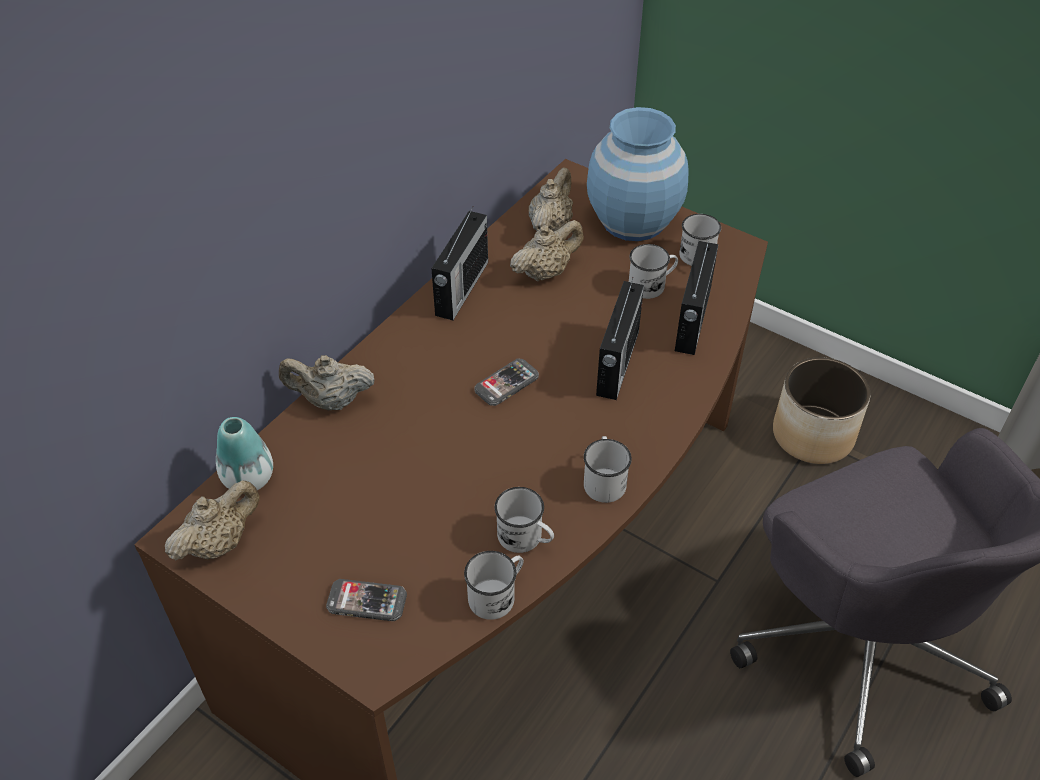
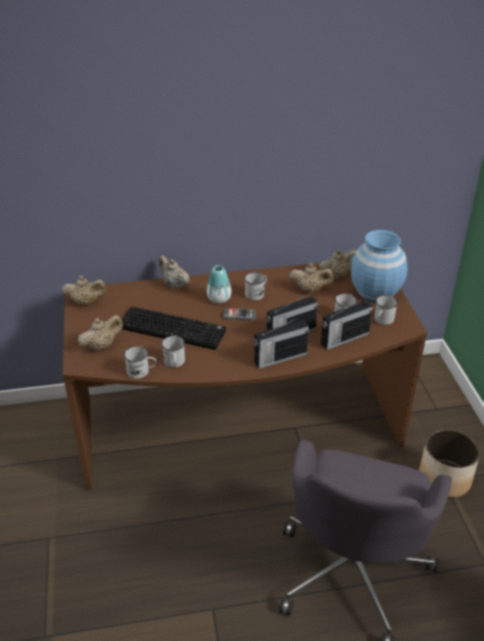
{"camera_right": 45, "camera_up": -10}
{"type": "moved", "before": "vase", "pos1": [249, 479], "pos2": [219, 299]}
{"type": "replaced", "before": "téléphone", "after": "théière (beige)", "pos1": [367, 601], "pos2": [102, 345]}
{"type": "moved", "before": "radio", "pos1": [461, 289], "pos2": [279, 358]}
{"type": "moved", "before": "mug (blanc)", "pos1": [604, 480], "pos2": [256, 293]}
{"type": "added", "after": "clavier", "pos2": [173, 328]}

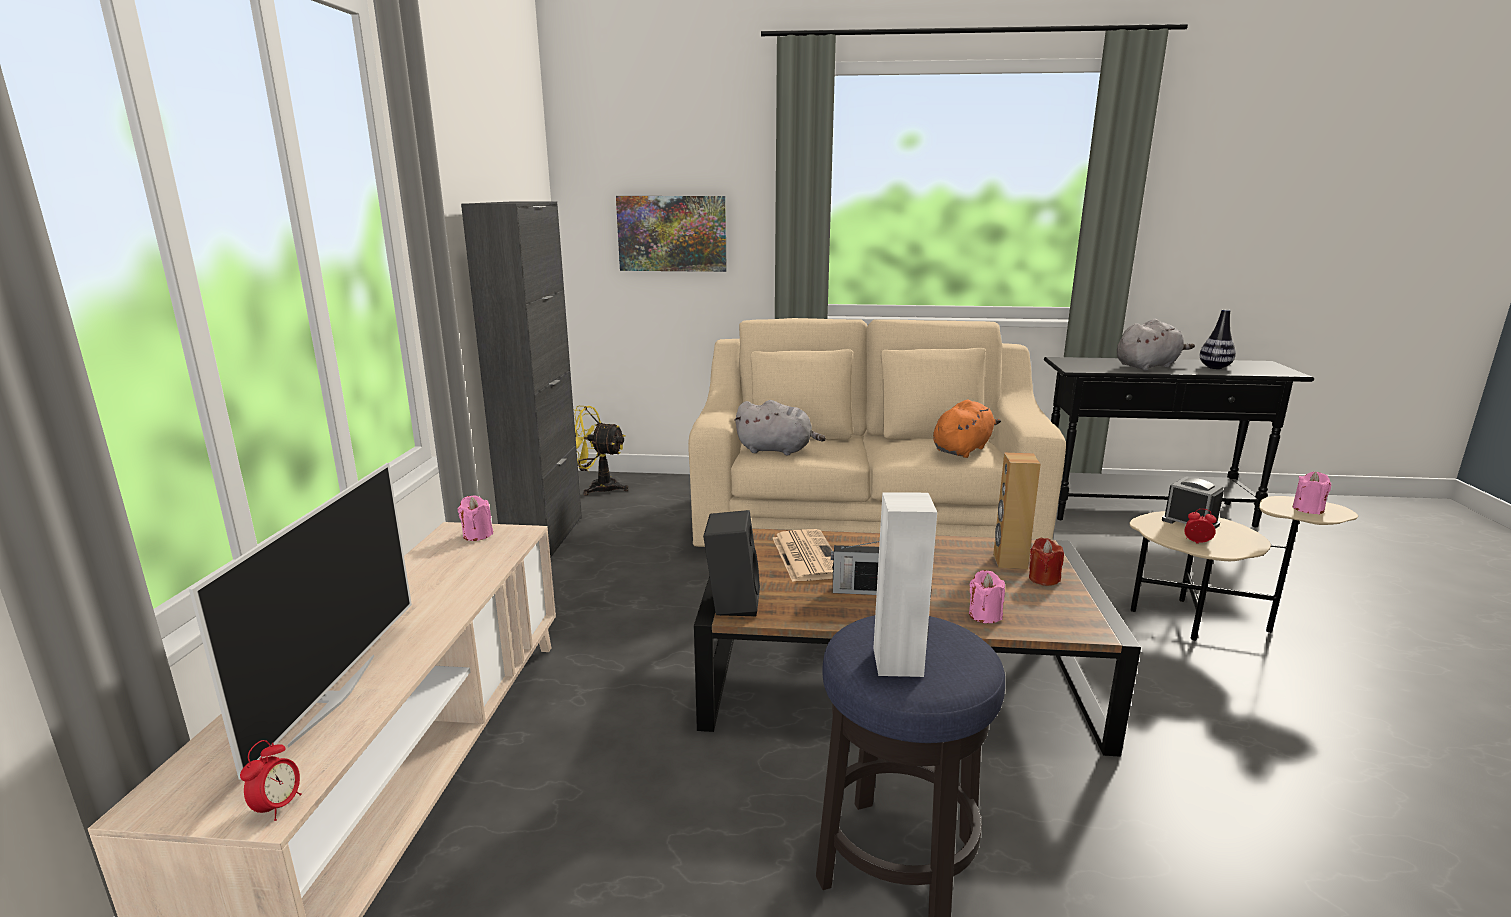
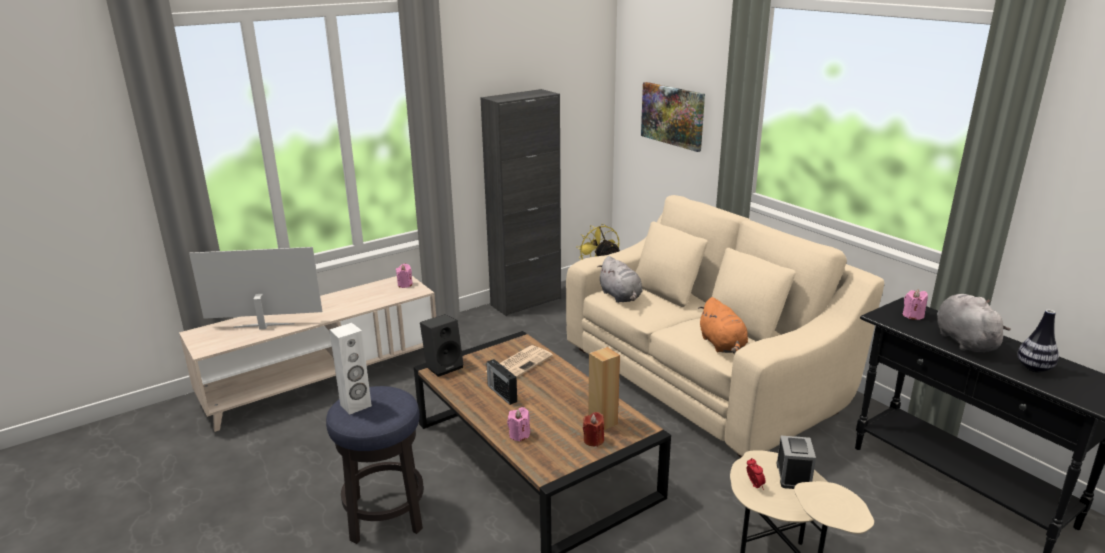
{"camera_right": 50, "camera_up": 5}
{"type": "turned", "before": "téléviseur", "pos1": [332, 698], "pos2": [263, 326], "turn": -150}
{"type": "removed", "before": "réveil", "pos1": [278, 807]}
{"type": "turned", "before": "peluche (orange)", "pos1": [962, 449], "pos2": [722, 345], "turn": 75}
{"type": "turned", "before": "peluche (gris)", "pos1": [1148, 366], "pos2": [963, 340], "turn": -120}
{"type": "moved", "before": "bougie (rose)", "pos1": [1308, 509], "pos2": [912, 315]}

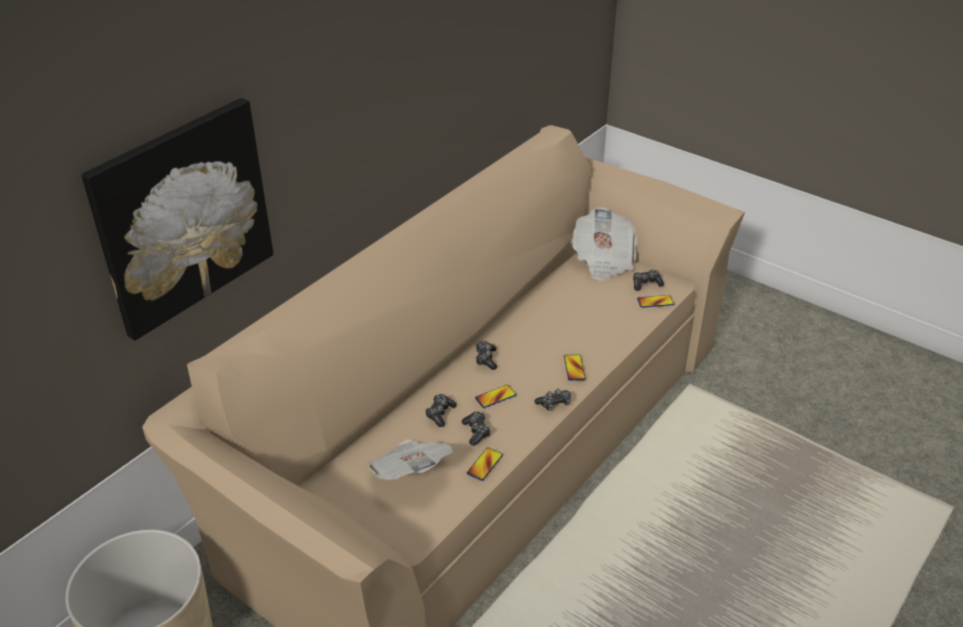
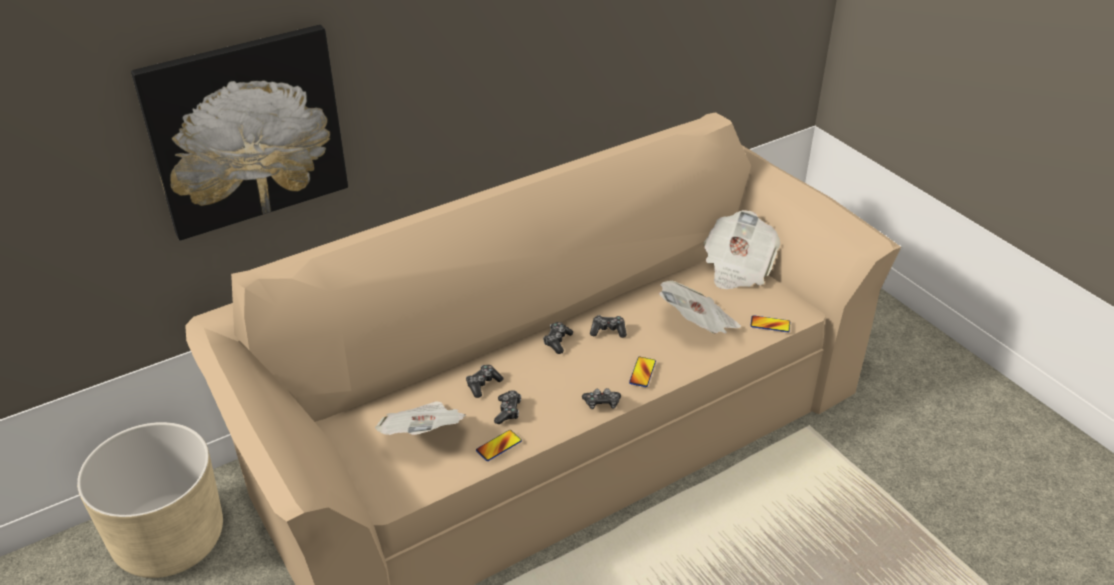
{"camera_right": 20, "camera_up": 0}
{"type": "removed", "before": "téléphone", "pos1": [495, 397]}
{"type": "moved", "before": "manette", "pos1": [646, 284], "pos2": [608, 330]}
{"type": "added", "after": "journal", "pos2": [698, 325]}

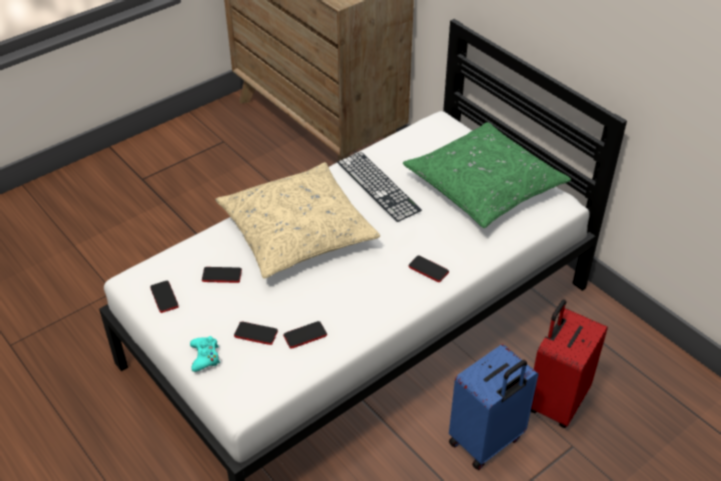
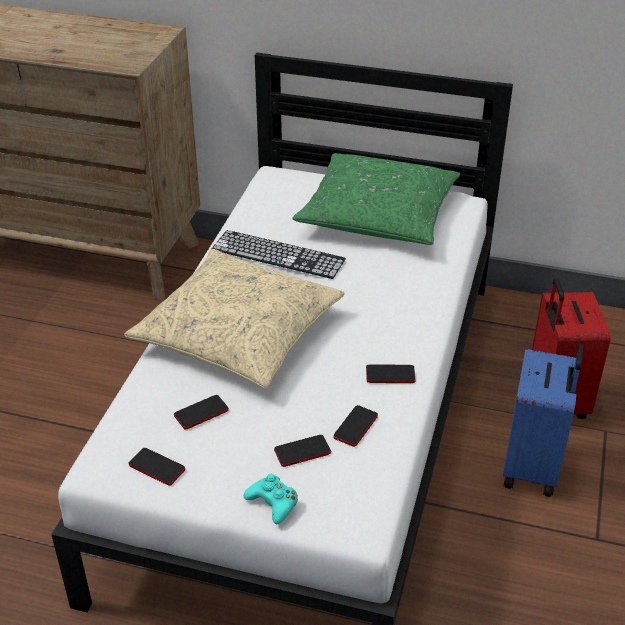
{"camera_right": -35, "camera_up": -5}
{"type": "moved", "before": "téléphone", "pos1": [428, 269], "pos2": [390, 375]}

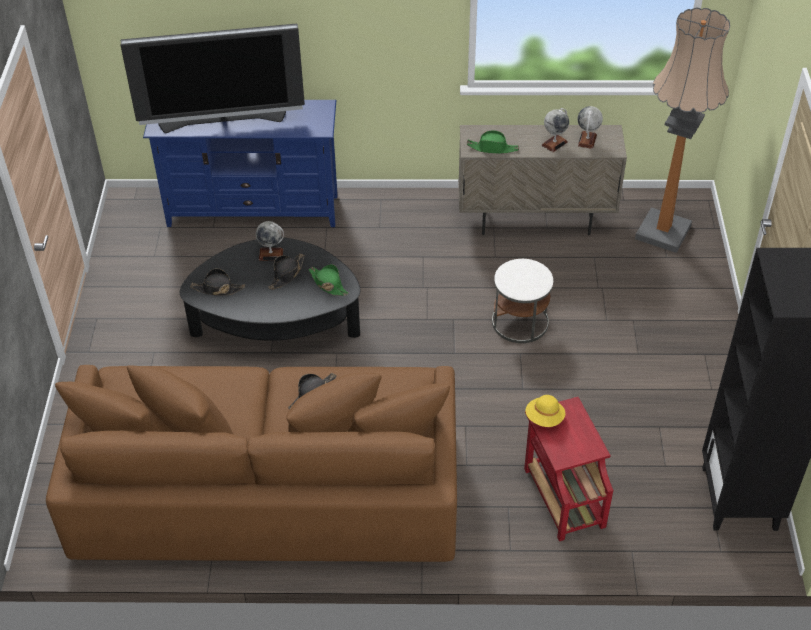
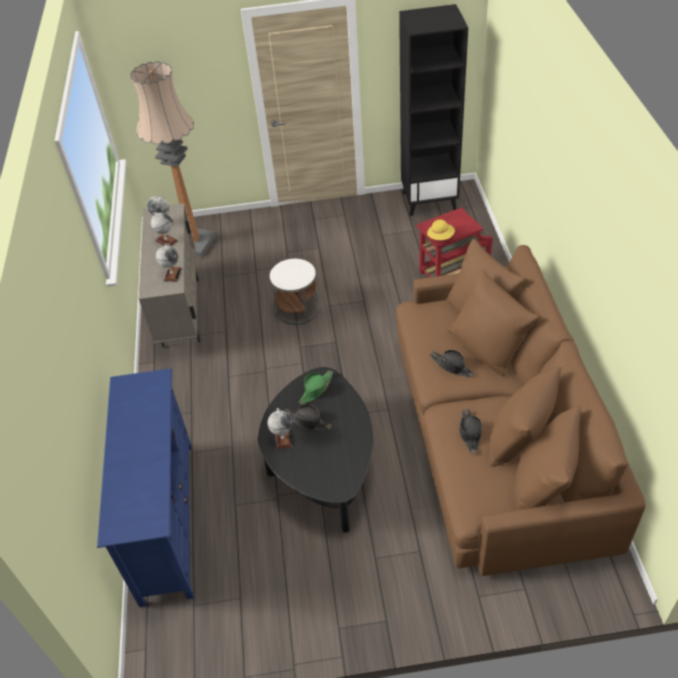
{"camera_right": -95, "camera_up": 0}
{"type": "removed", "before": "téléviseur", "pos1": [223, 120]}
{"type": "moved", "before": "chapeau (noir)", "pos1": [217, 289], "pos2": [469, 433]}
{"type": "replaced", "before": "chapeau (vert)", "after": "globe", "pos1": [493, 148], "pos2": [172, 274]}

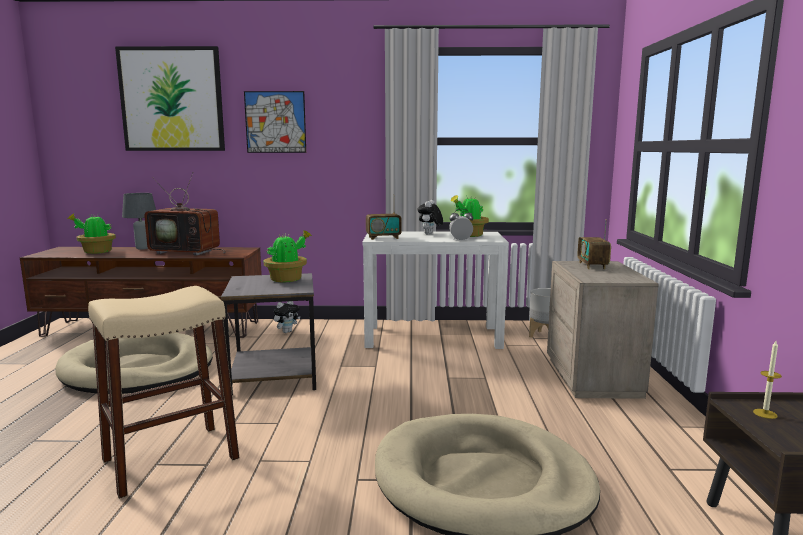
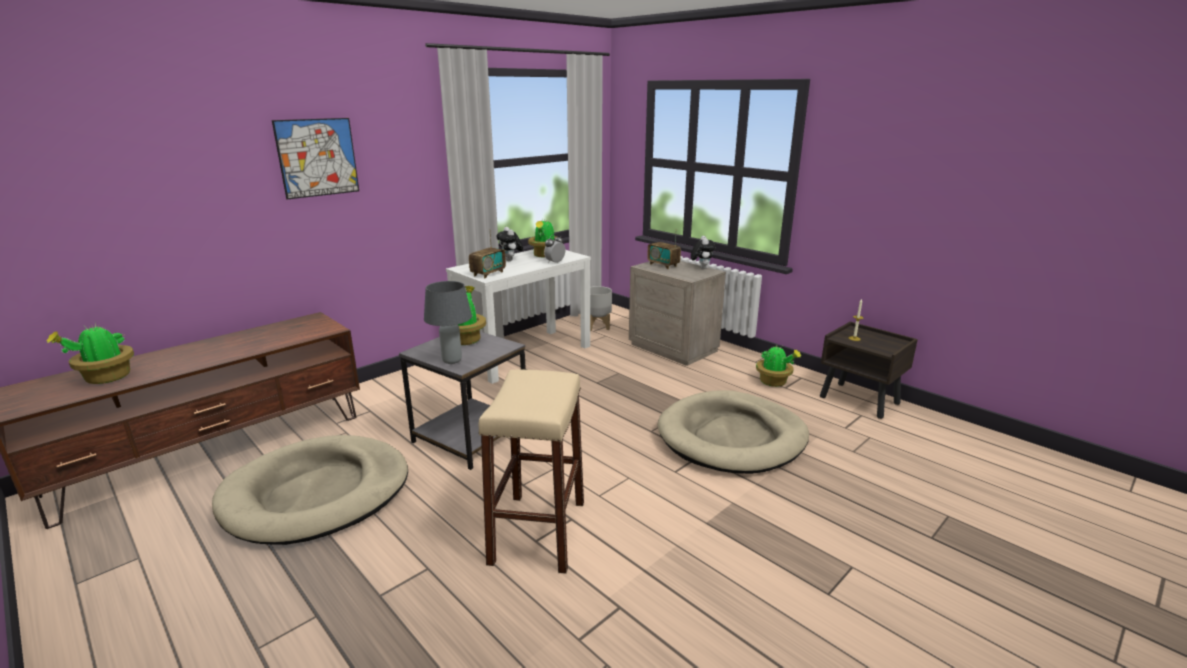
{"camera_right": -45, "camera_up": 10}
{"type": "removed", "before": "tableau", "pos1": [172, 99]}
{"type": "moved", "before": "lampe de table (gris)", "pos1": [142, 248], "pos2": [452, 361]}
{"type": "removed", "before": "téléviseur", "pos1": [188, 252]}
{"type": "moved", "before": "peluche", "pos1": [287, 331], "pos2": [701, 268]}
{"type": "added", "after": "plante en pot", "pos2": [774, 382]}

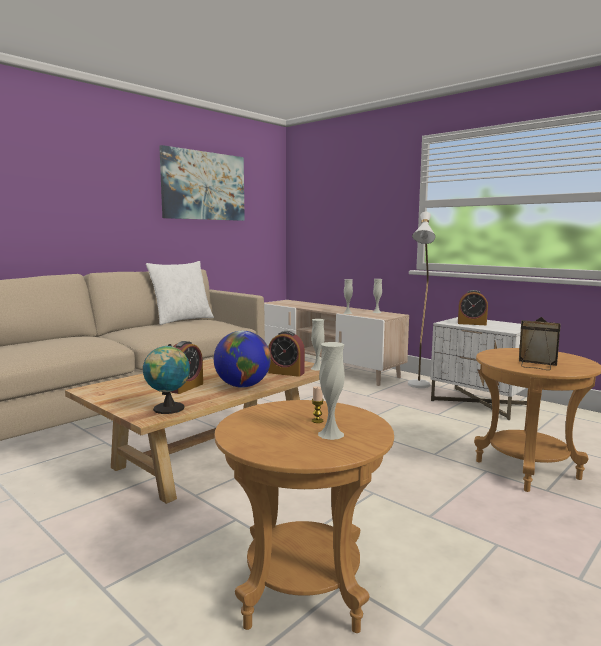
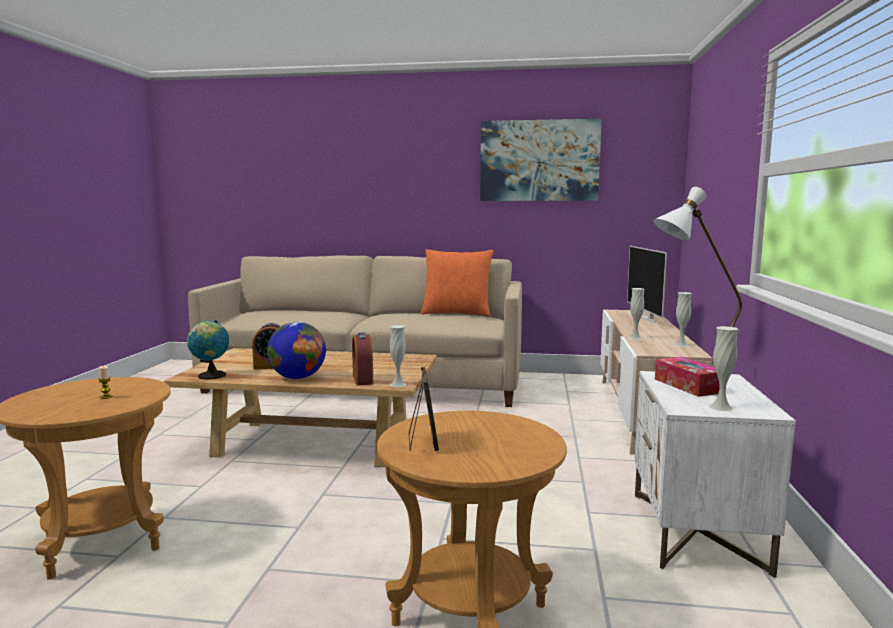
{"camera_right": 55, "camera_up": 0}
{"type": "recoloured", "before": "coussin (blanc)", "after": "coussin (orange)", "pos1": [182, 320], "pos2": [457, 313]}
{"type": "moved", "before": "vase (blanc)", "pos1": [331, 434], "pos2": [721, 407]}
{"type": "replaced", "before": "réveil", "after": "boîte à mouchoirs", "pos1": [471, 323], "pos2": [688, 386]}
{"type": "added", "after": "téléviseur", "pos2": [647, 318]}

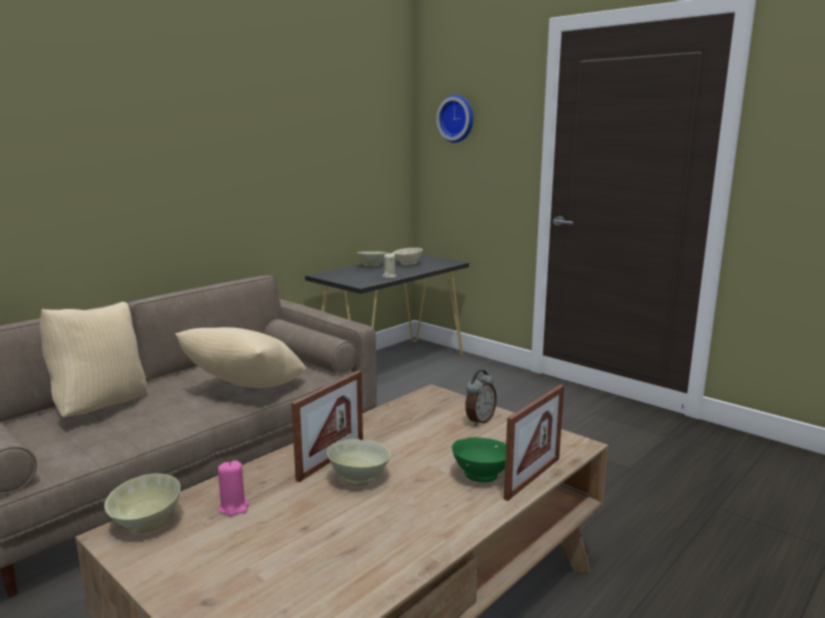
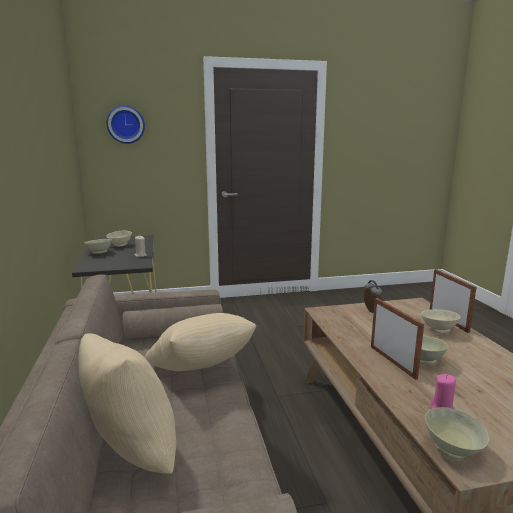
{"camera_right": -55, "camera_up": 0}
{"type": "recoloured", "before": "bol (vert)", "after": "bol (beige)", "pos1": [482, 475], "pos2": [438, 329]}

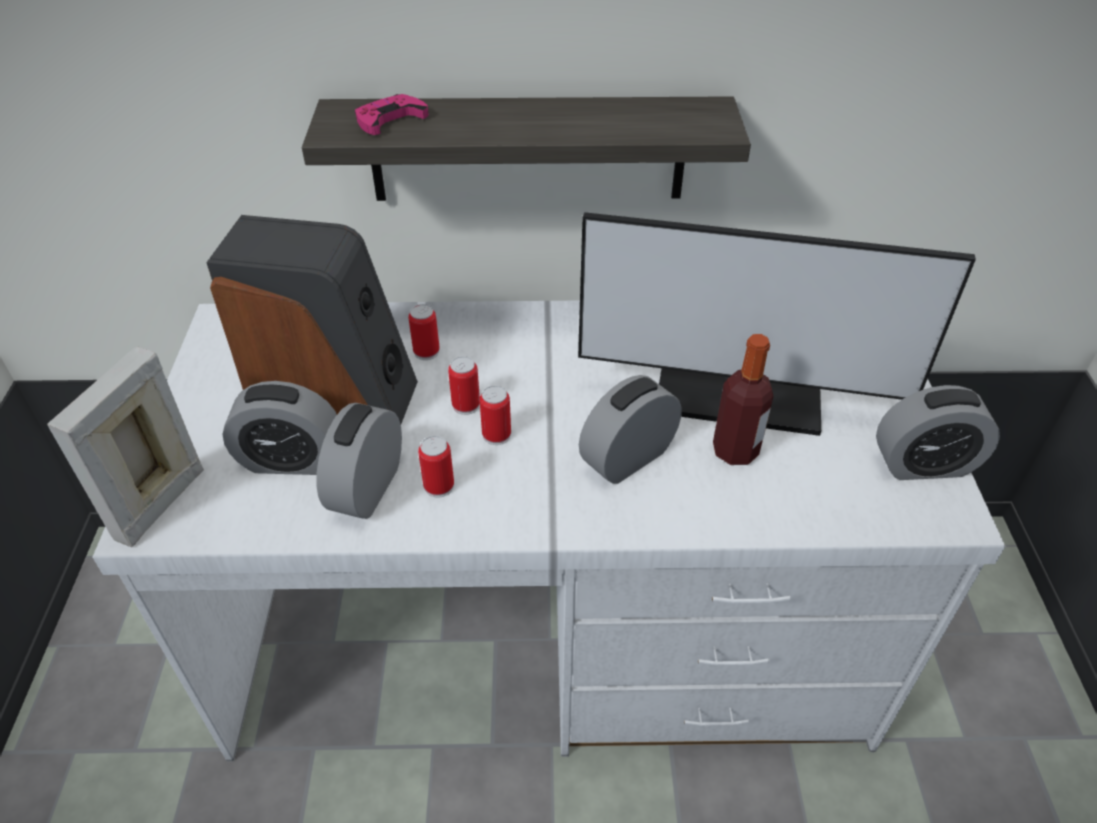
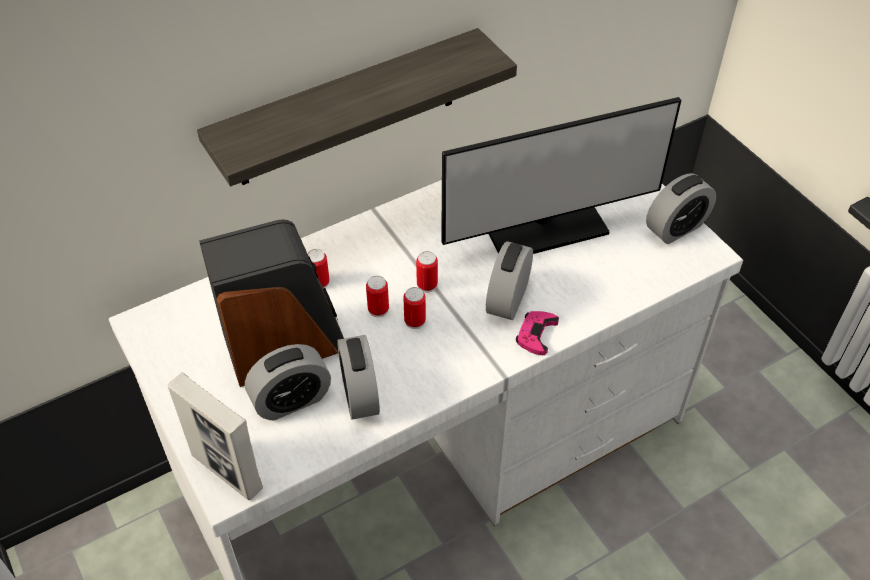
{"camera_right": -30, "camera_up": 5}
{"type": "turned", "before": "cadre photo", "pos1": [160, 505], "pos2": [227, 472], "turn": -45}
{"type": "moved", "before": "manette (rose)", "pos1": [390, 119], "pos2": [536, 334]}
{"type": "moved", "before": "boîte métallique", "pos1": [439, 486], "pos2": [427, 285]}
{"type": "removed", "before": "bouteille", "pos1": [735, 451]}

